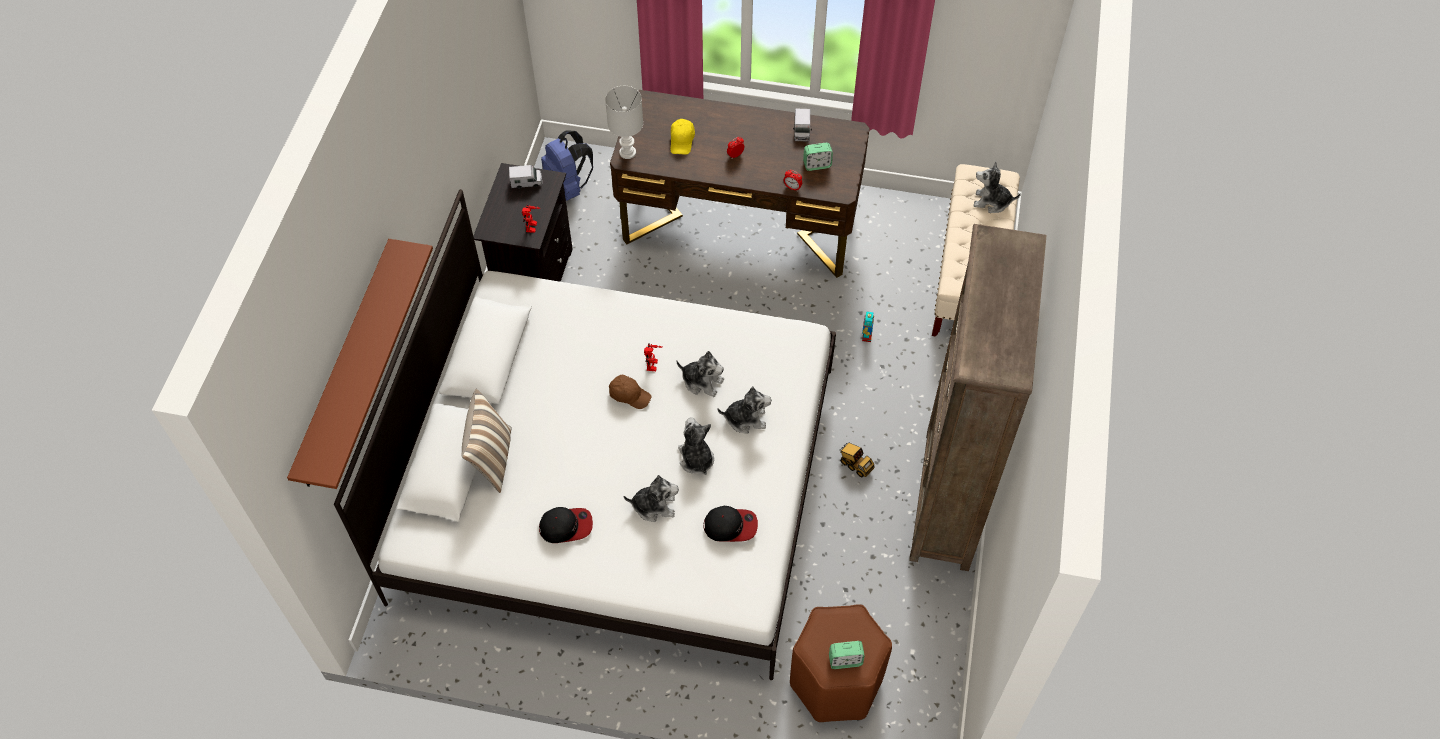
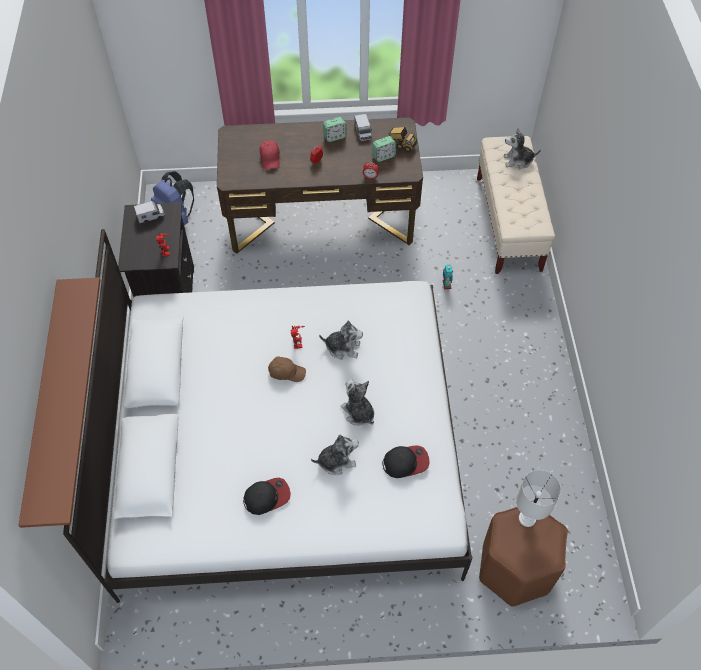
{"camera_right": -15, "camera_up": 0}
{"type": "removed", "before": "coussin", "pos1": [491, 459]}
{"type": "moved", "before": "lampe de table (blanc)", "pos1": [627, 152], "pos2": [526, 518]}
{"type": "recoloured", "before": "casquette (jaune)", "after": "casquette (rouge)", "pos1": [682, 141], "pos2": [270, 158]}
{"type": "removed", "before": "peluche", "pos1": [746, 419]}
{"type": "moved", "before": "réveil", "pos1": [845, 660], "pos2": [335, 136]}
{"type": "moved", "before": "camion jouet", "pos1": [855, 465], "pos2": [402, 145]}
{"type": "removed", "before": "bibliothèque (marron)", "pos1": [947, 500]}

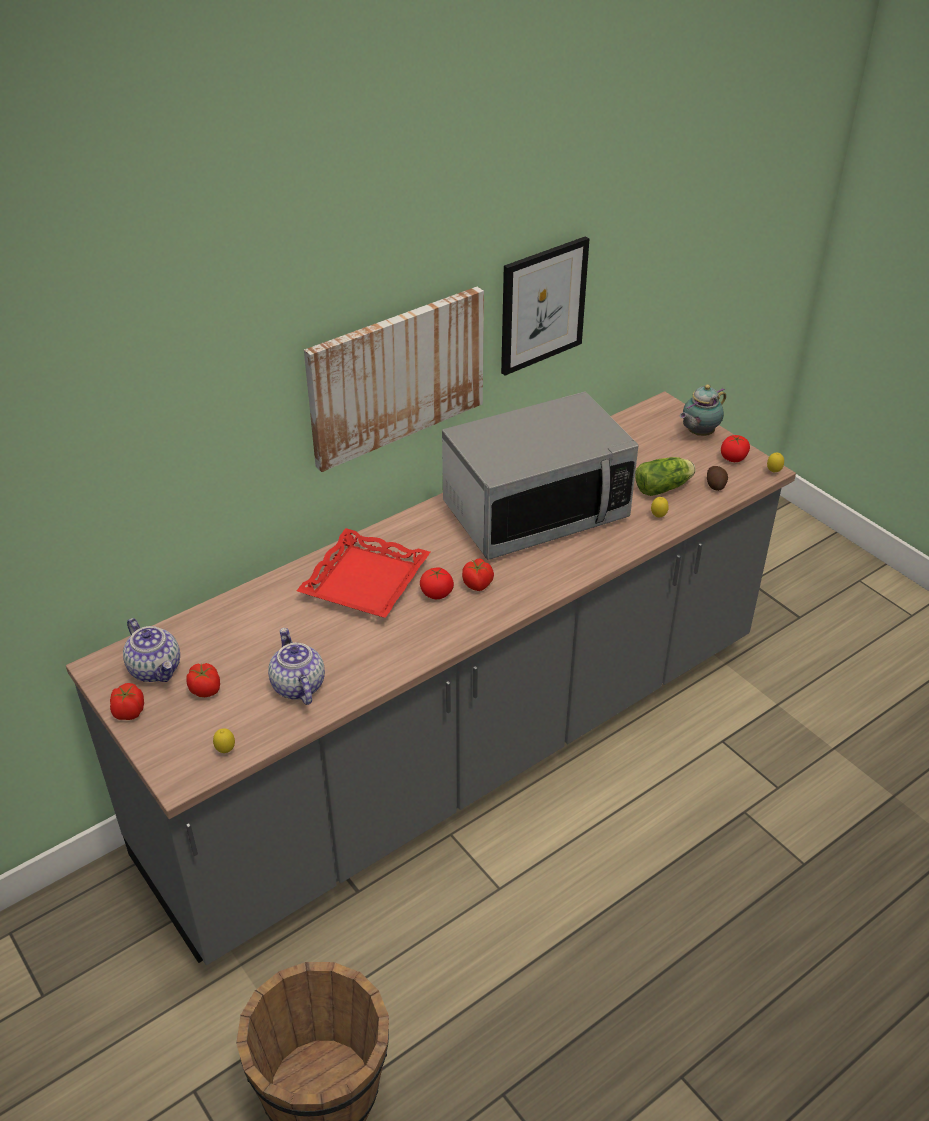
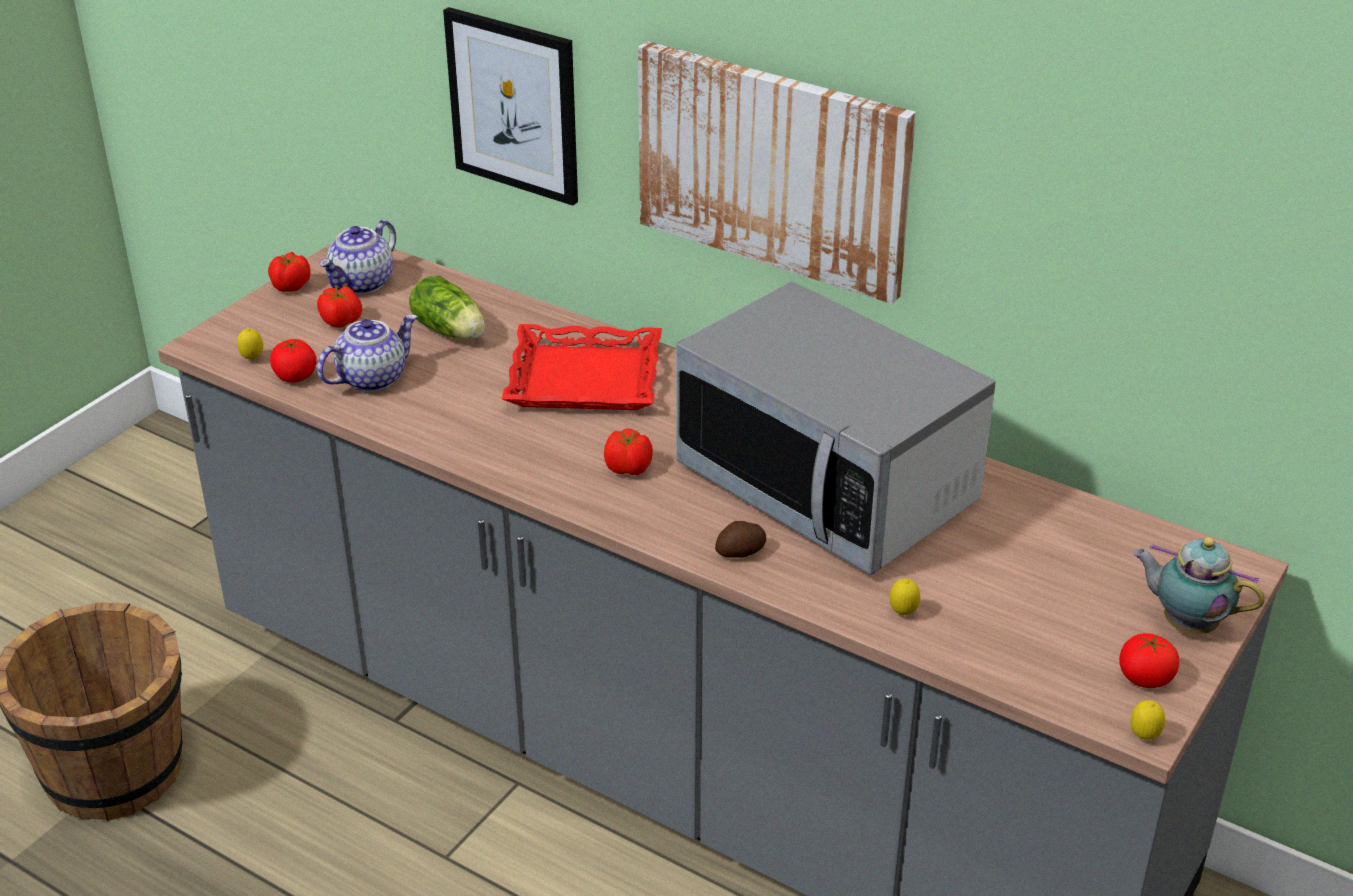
{"camera_right": 70, "camera_up": -5}
{"type": "moved", "before": "tomate", "pos1": [436, 593], "pos2": [295, 376]}
{"type": "moved", "before": "tableau", "pos1": [542, 305], "pos2": [514, 105]}
{"type": "moved", "before": "laitue", "pos1": [664, 487], "pos2": [451, 332]}
{"type": "moved", "before": "pomme de terre", "pos1": [715, 484], "pos2": [741, 552]}

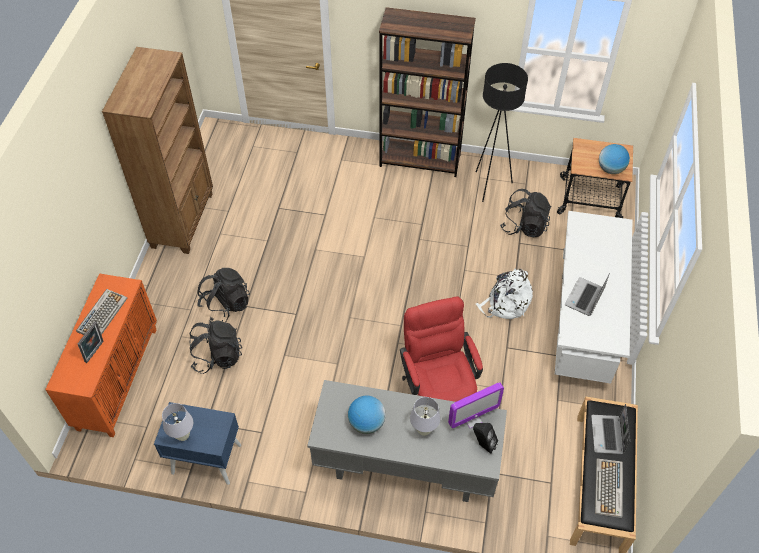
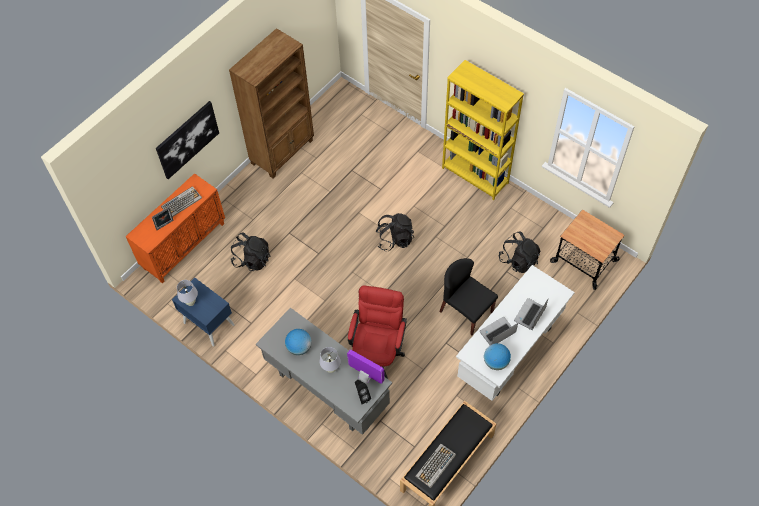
{"camera_right": 30, "camera_up": 5}
{"type": "moved", "before": "sac à dos (noir)", "pos1": [225, 306], "pos2": [395, 239]}
{"type": "recoloured", "before": "bibliothèque (marron)", "after": "bibliothèque (jaune)", "pos1": [420, 160], "pos2": [475, 175]}
{"type": "turned", "before": "écran d'ordinateur", "pos1": [472, 419], "pos2": [366, 377], "turn": -150}
{"type": "removed", "before": "lampadaire (noir)", "pos1": [489, 185]}
{"type": "replaced", "before": "sac à dos (blanc)", "after": "chaise (noir)", "pos1": [505, 303], "pos2": [466, 311]}
{"type": "moved", "before": "ordinateur portable", "pos1": [608, 435], "pos2": [530, 315]}
{"type": "moved", "before": "globe", "pos1": [610, 169], "pos2": [496, 362]}
{"type": "added", "after": "tableau", "pos2": [187, 139]}

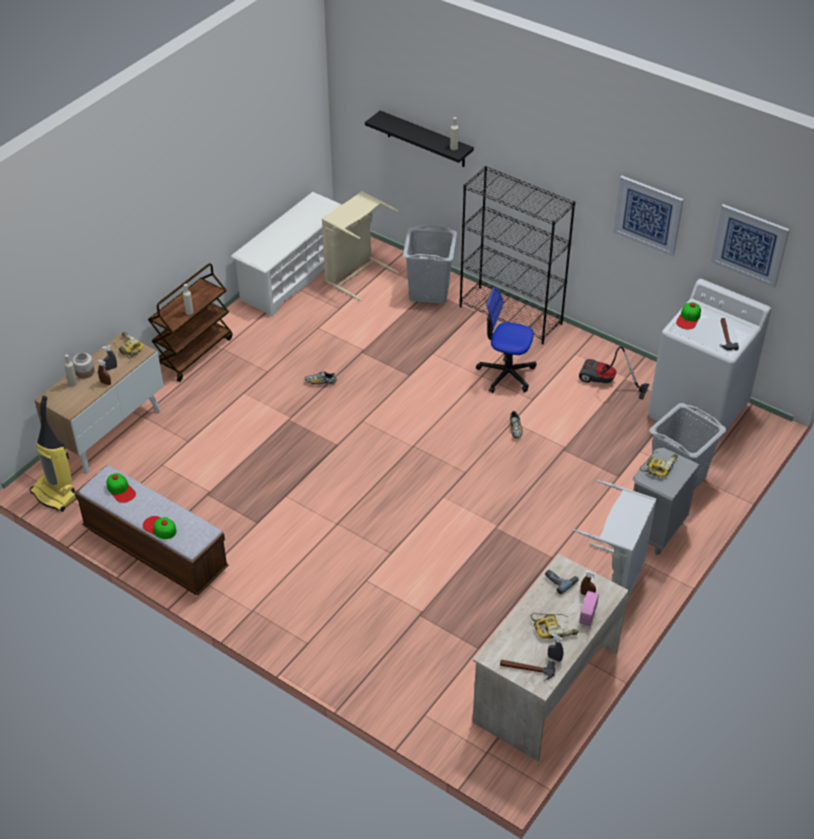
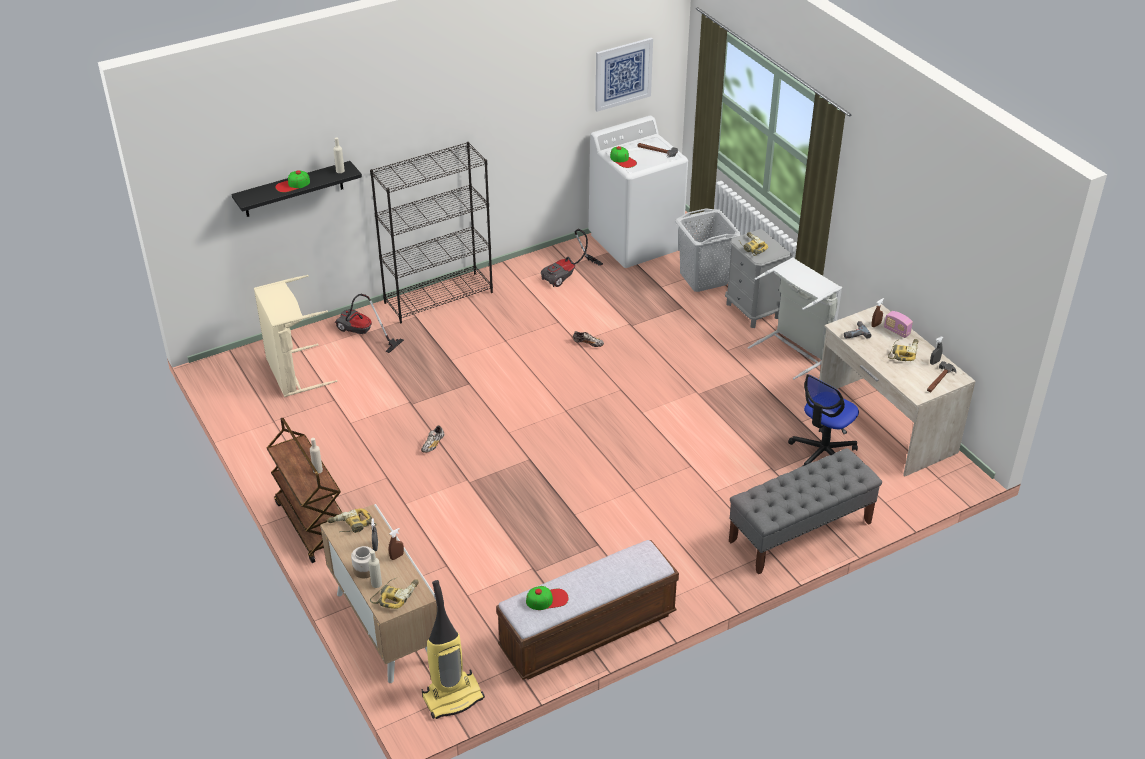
{"camera_right": -65, "camera_up": -5}
{"type": "moved", "before": "casquette", "pos1": [159, 528], "pos2": [293, 184]}
{"type": "removed", "before": "étagère à chaussures (blanc)", "pos1": [293, 276]}
{"type": "replaced", "before": "panier à linge (gris)", "after": "aspirateur", "pos1": [429, 291], "pos2": [362, 334]}
{"type": "moved", "before": "chaise de bureau", "pos1": [506, 374], "pos2": [823, 453]}
{"type": "removed", "before": "tableau", "pos1": [648, 215]}
{"type": "added", "after": "perceuse", "pos2": [396, 595]}
{"type": "added", "after": "banc (gris)", "pos2": [800, 532]}

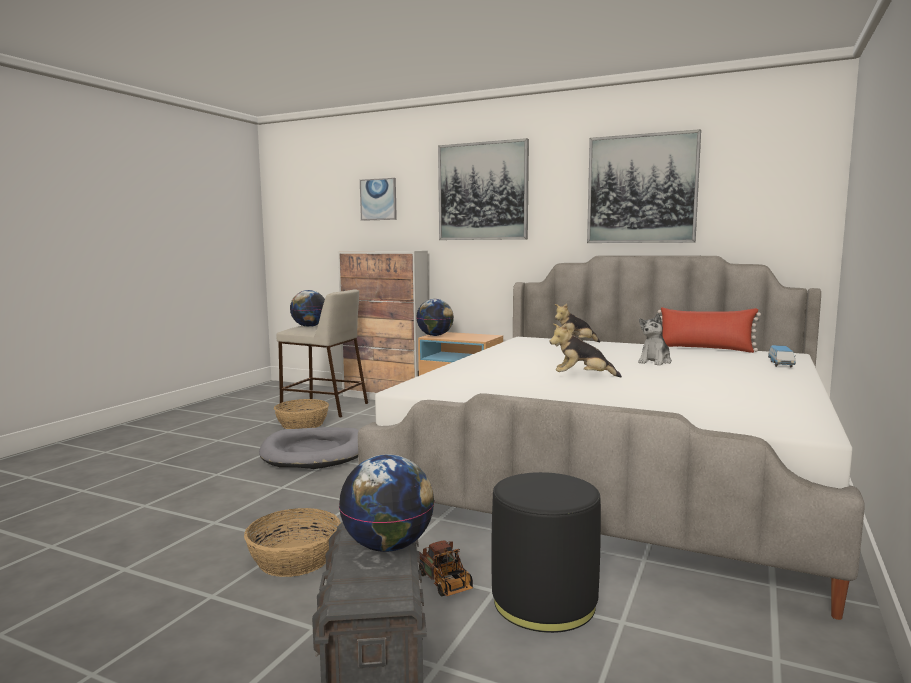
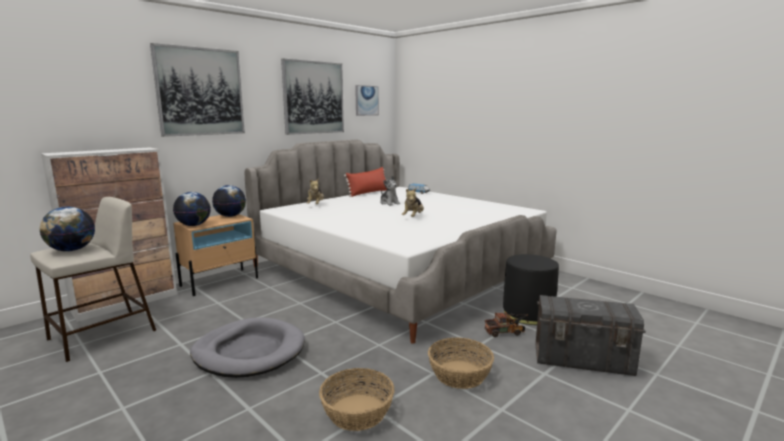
{"camera_right": -70, "camera_up": 5}
{"type": "moved", "before": "panier", "pos1": [303, 424], "pos2": [357, 412]}
{"type": "moved", "before": "globe", "pos1": [388, 546], "pos2": [230, 216]}
{"type": "moved", "before": "tableau", "pos1": [378, 199], "pos2": [366, 100]}

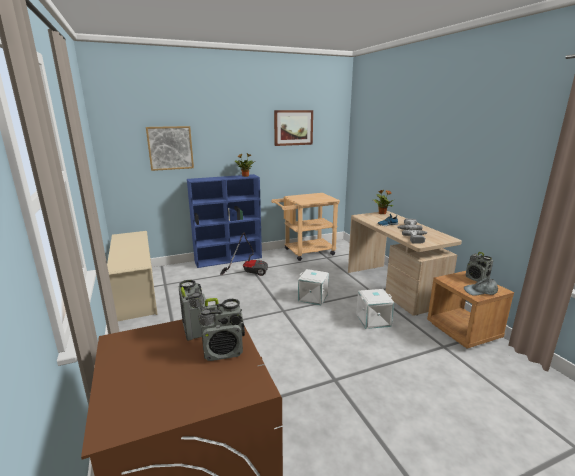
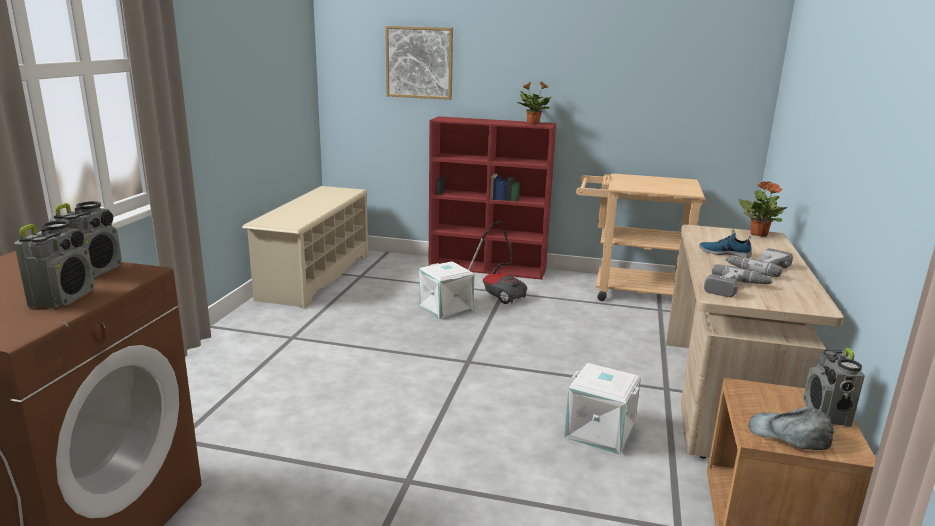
{"camera_right": 35, "camera_up": 0}
{"type": "recoloured", "before": "bibliothèque (bleu)", "after": "bibliothèque (rouge)", "pos1": [229, 259], "pos2": [488, 268]}
{"type": "turned", "before": "radio", "pos1": [224, 351], "pos2": [63, 298], "turn": -105}
{"type": "removed", "before": "tableau", "pos1": [293, 127]}
{"type": "moved", "before": "boîte de rangement (blanc)", "pos1": [313, 297], "pos2": [447, 308]}

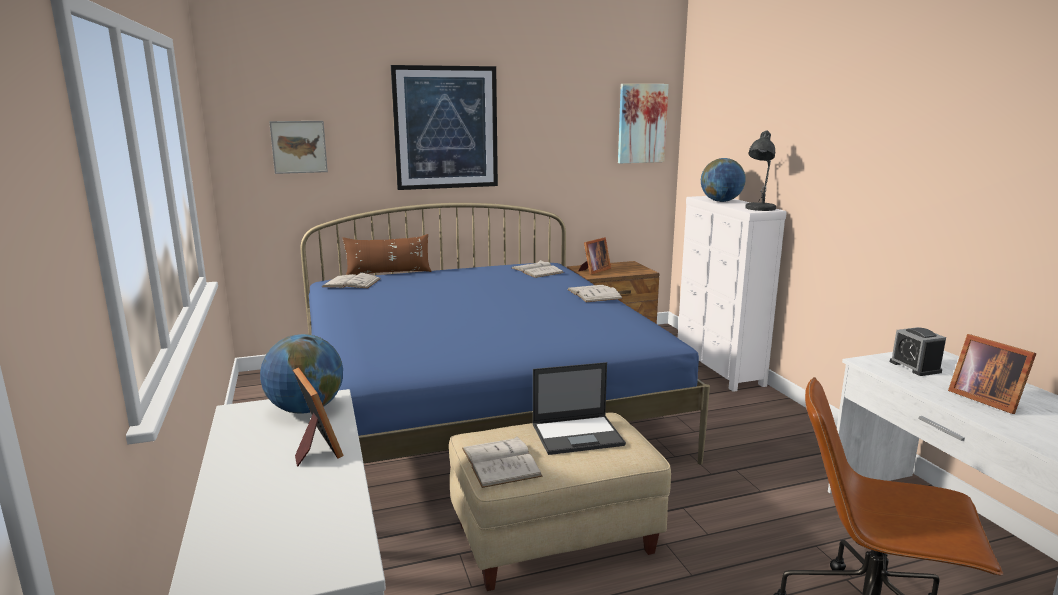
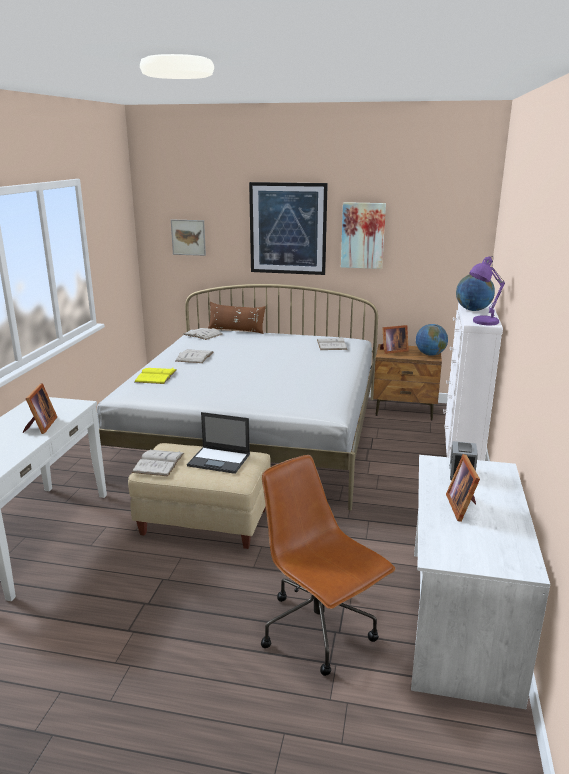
{"camera_right": 30, "camera_up": 5}
{"type": "moved", "before": "globe", "pos1": [306, 409], "pos2": [430, 354]}
{"type": "recoloured", "before": "lit (bleu)", "after": "lit (blanc)", "pos1": [478, 407], "pos2": [254, 435]}
{"type": "moved", "before": "livre (blanc)", "pos1": [594, 294], "pos2": [194, 356]}
{"type": "moved", "before": "tableau", "pos1": [641, 123], "pos2": [363, 235]}
{"type": "recoloured", "before": "lampe de table (gris)", "after": "lampe de table (violet)", "pos1": [759, 209], "pos2": [482, 322]}
{"type": "added", "after": "livre (jaune)", "pos2": [156, 376]}

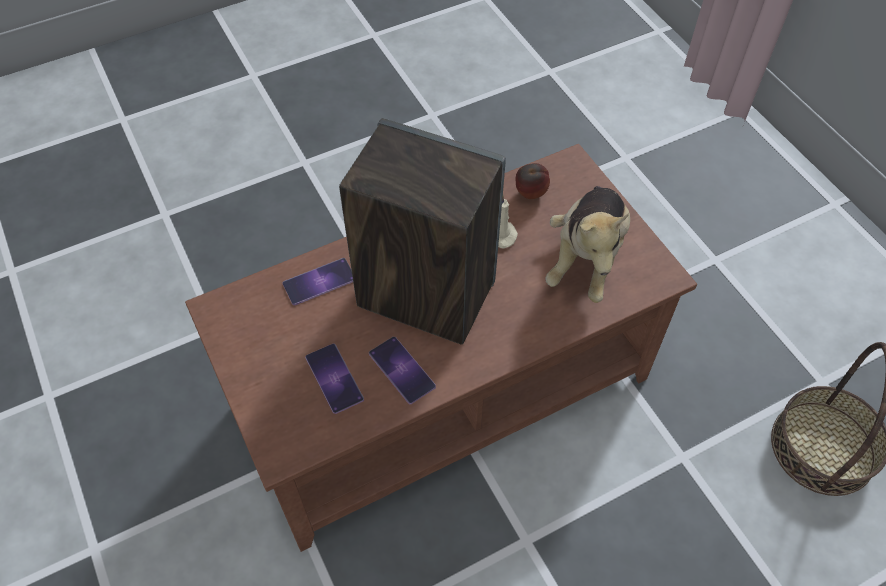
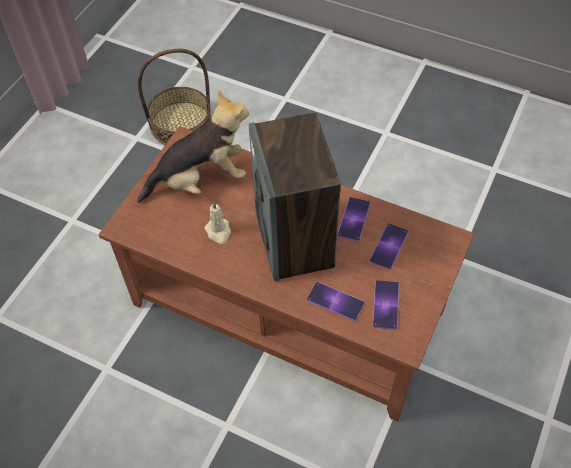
{"camera_right": -125, "camera_up": 0}
{"type": "removed", "before": "pomme", "pos1": [530, 195]}
{"type": "added", "after": "téléphone", "pos2": [386, 305]}

